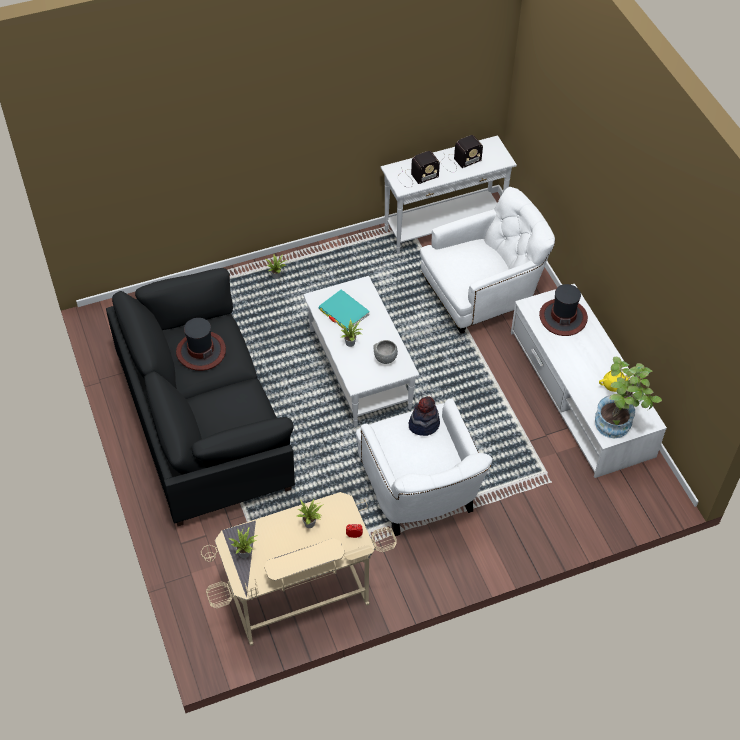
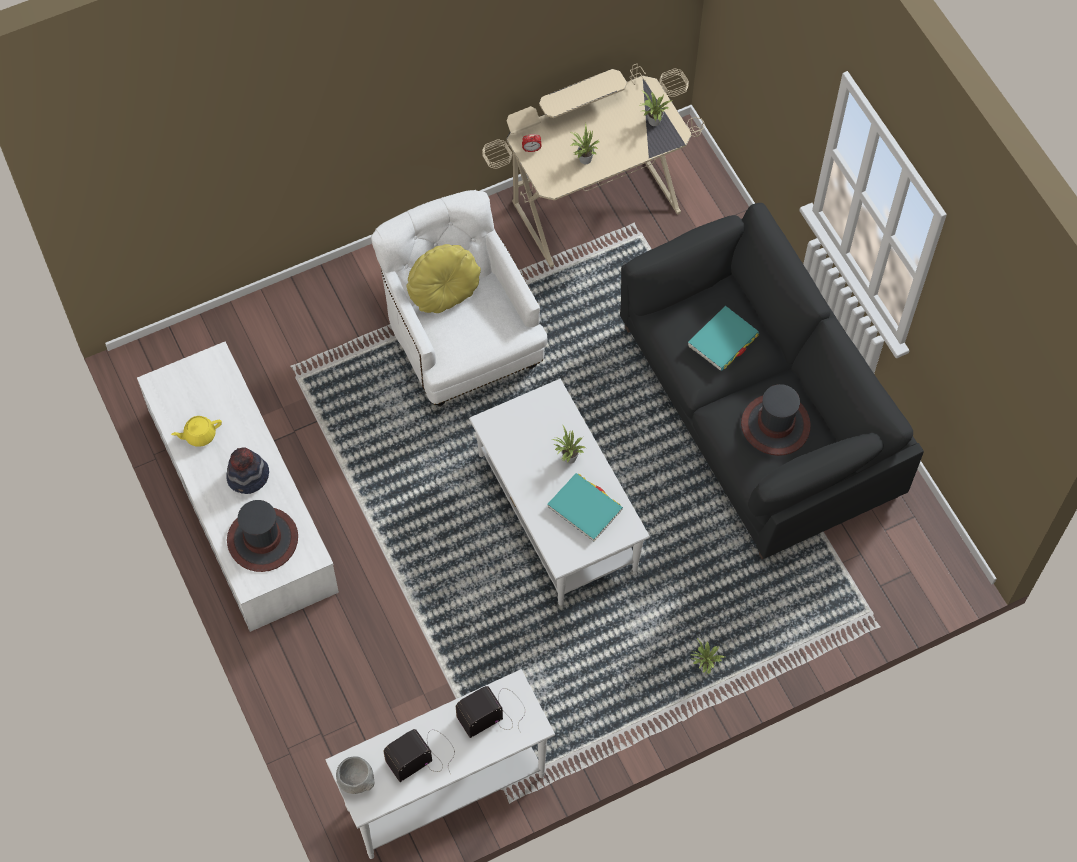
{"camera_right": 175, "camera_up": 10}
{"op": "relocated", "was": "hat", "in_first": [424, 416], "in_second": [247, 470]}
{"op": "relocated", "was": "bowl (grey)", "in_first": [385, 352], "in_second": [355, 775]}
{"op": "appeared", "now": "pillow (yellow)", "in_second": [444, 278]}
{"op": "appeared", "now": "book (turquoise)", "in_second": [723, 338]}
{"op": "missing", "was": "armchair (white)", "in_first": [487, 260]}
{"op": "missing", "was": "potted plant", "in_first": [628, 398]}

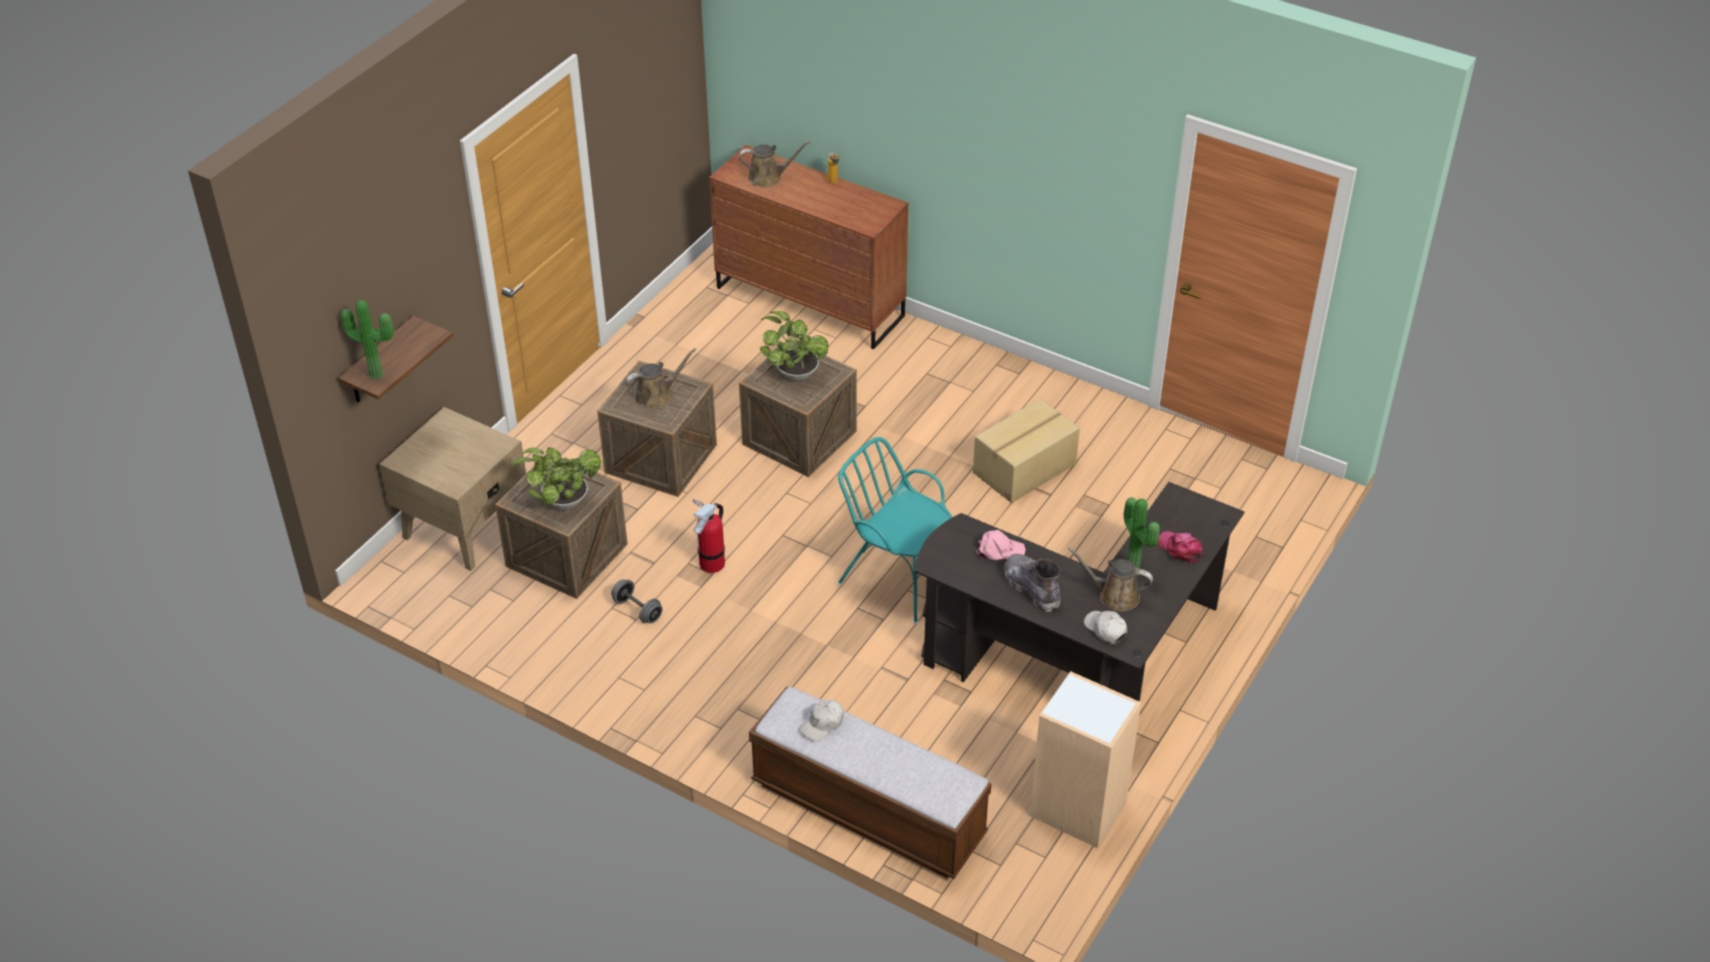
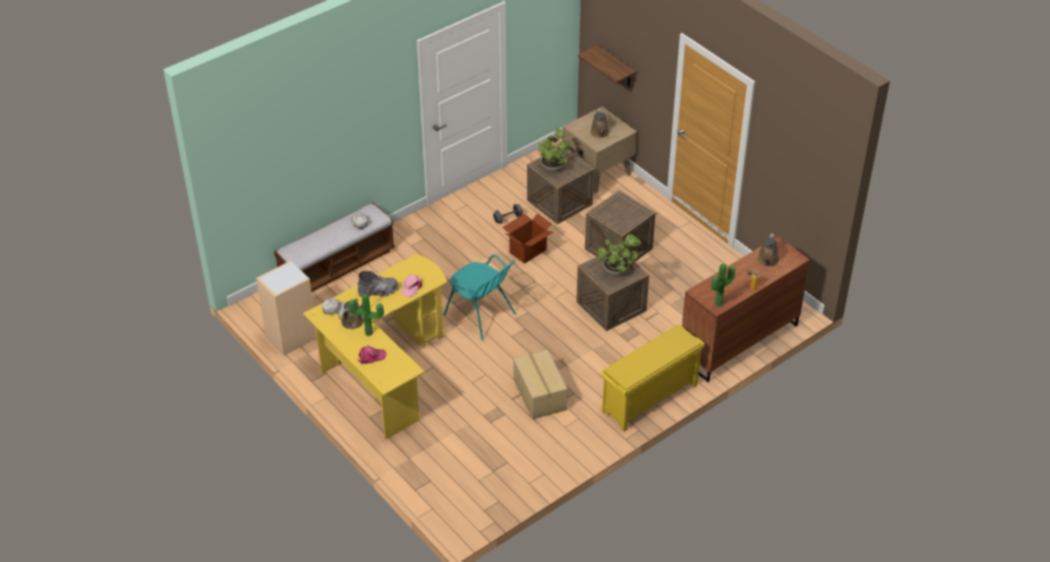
{"camera_right": 110, "camera_up": 0}
{"op": "colour", "was": "desk (black)", "now": "desk (yellow)", "in_first": [1080, 592], "in_second": [375, 347]}
{"op": "spun", "was": "chair (turquoise)", "in_first": [894, 530], "in_second": [480, 298], "clockwise": 75}
{"op": "exchanged", "was": "fire extinguisher", "now": "cardboard box", "in_first": [709, 536], "in_second": [527, 238]}
{"op": "relocated", "was": "watering can (brown)", "in_first": [660, 378], "in_second": [600, 123]}
{"op": "appeared", "now": "shoe rack (yellow)", "in_second": [652, 378]}
{"op": "relocated", "was": "potted plant", "in_first": [367, 340], "in_second": [723, 285]}

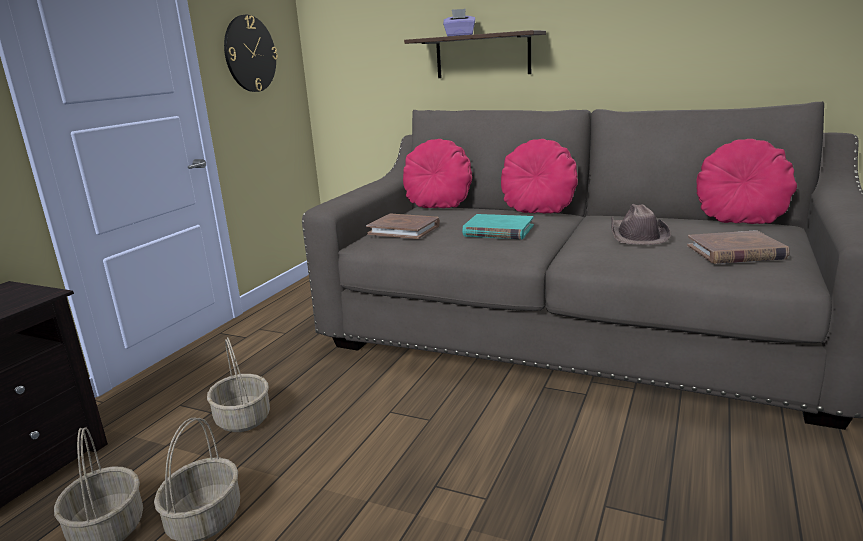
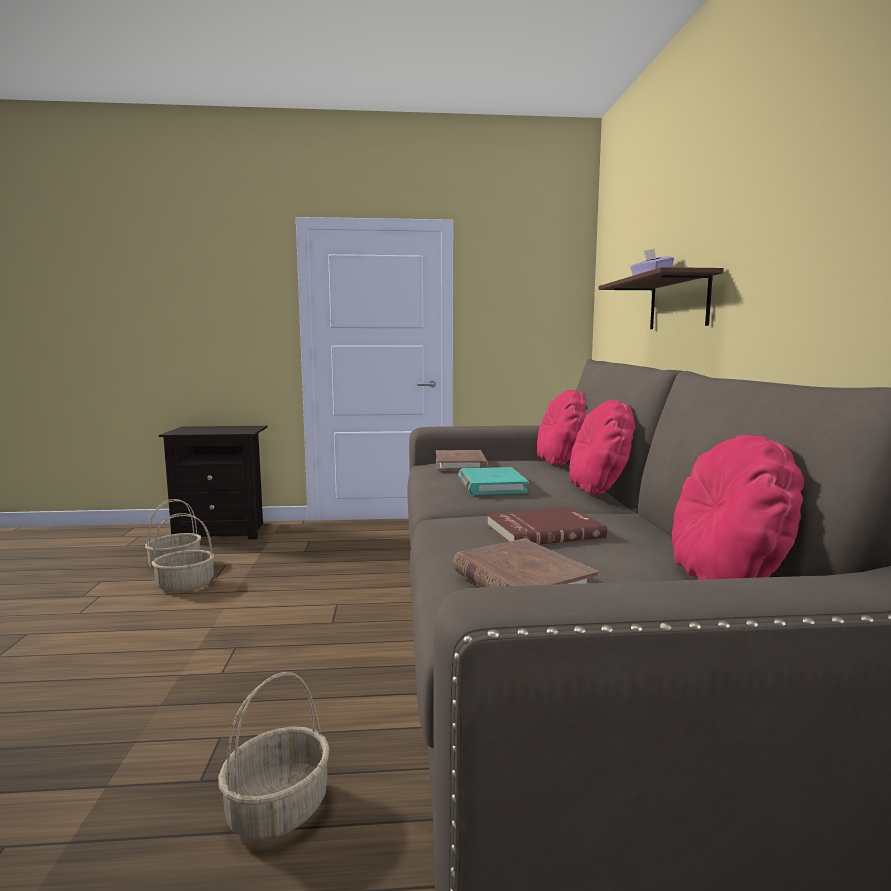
{"camera_right": 60, "camera_up": -10}
{"op": "relocated", "was": "basket", "in_first": [238, 384], "in_second": [274, 756]}
{"op": "exchanged", "was": "hat (brown)", "now": "book (red)", "in_first": [641, 224], "in_second": [547, 526]}
{"op": "missing", "was": "wall clock", "in_first": [251, 53]}

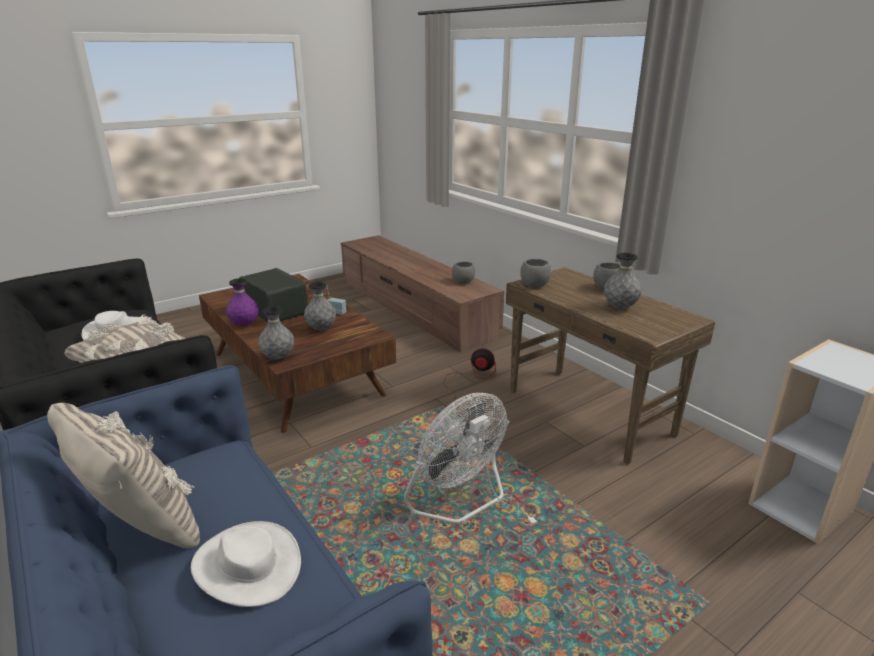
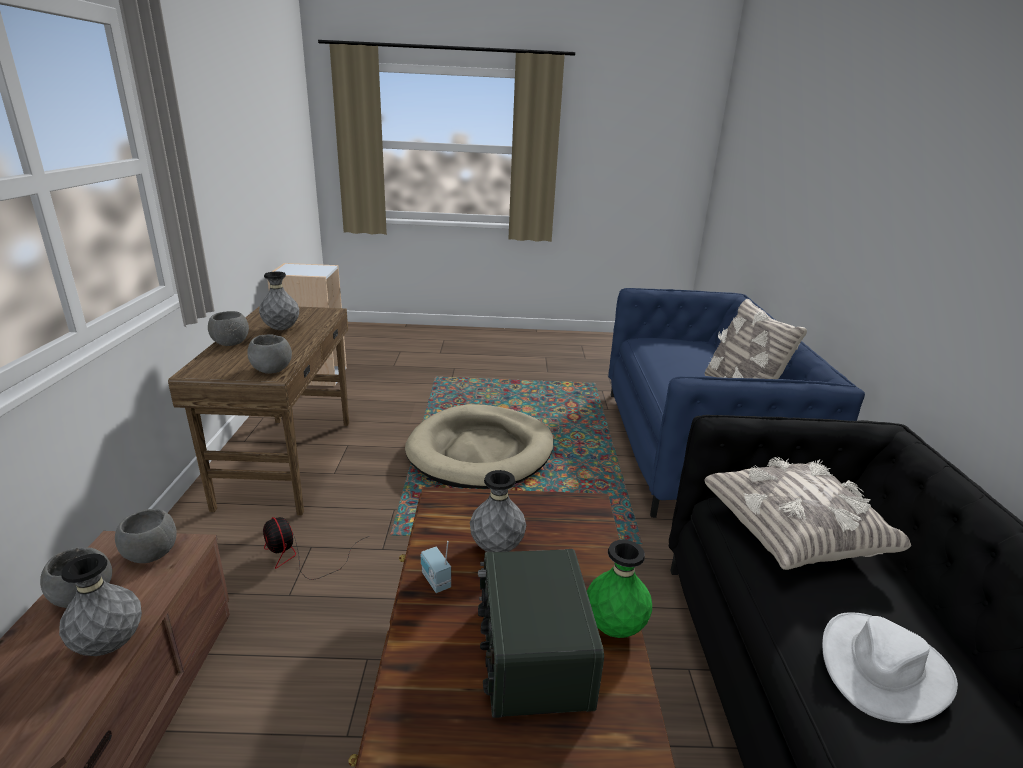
{"camera_right": -145, "camera_up": 0}
{"op": "relocated", "was": "vase (grey)", "in_first": [276, 333], "in_second": [100, 605]}
{"op": "appeared", "now": "bowl (grey)", "in_second": [146, 536]}
{"op": "exchanged", "was": "fan (white)", "now": "dog bed (beige)", "in_first": [470, 459], "in_second": [479, 446]}
{"op": "colour", "was": "vase (purple)", "now": "vase (green)", "in_first": [242, 302], "in_second": [619, 589]}
{"op": "missing", "was": "hat (white)", "in_first": [246, 564]}

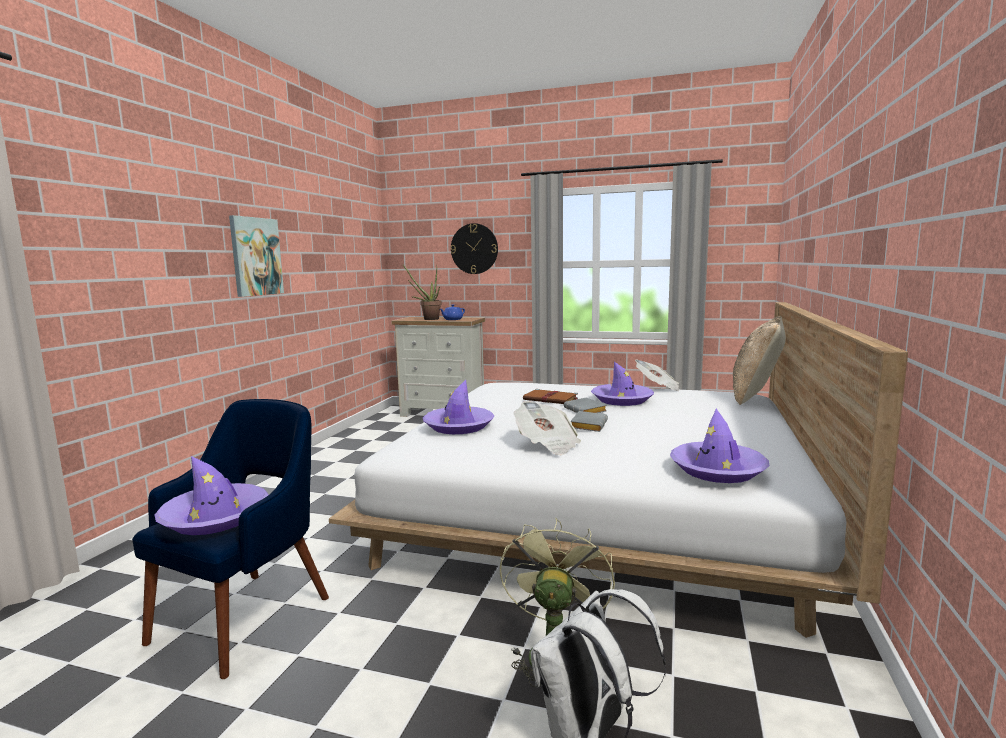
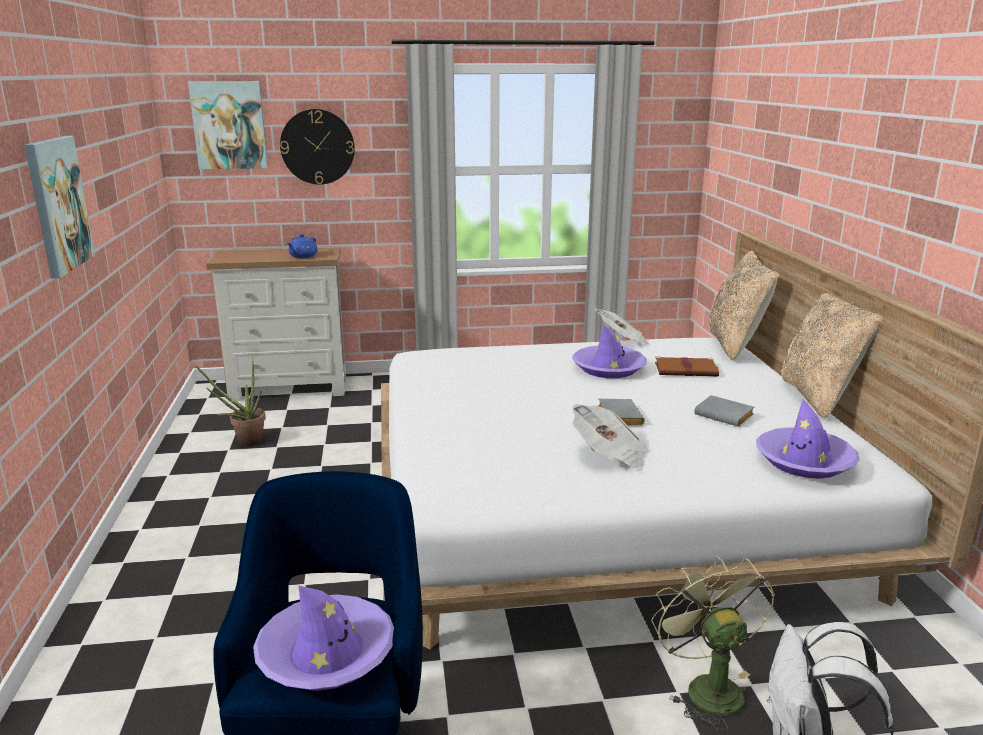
{"camera_right": -25, "camera_up": 10}
{"op": "appeared", "now": "picture", "in_second": [228, 125]}
{"op": "relocated", "was": "potted plant", "in_first": [422, 292], "in_second": [231, 402]}
{"op": "relocated", "was": "book (brown)", "in_first": [550, 396], "in_second": [687, 366]}
{"op": "relocated", "was": "book (grey)", "in_first": [585, 405], "in_second": [724, 411]}
{"op": "appeared", "now": "pillow (beige)", "in_second": [832, 355]}
{"op": "missing", "was": "hat (purple)", "in_first": [458, 407]}

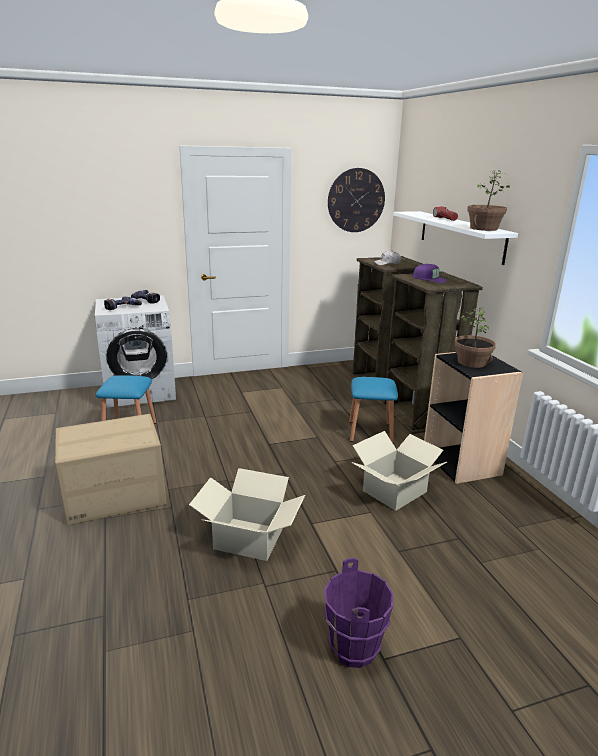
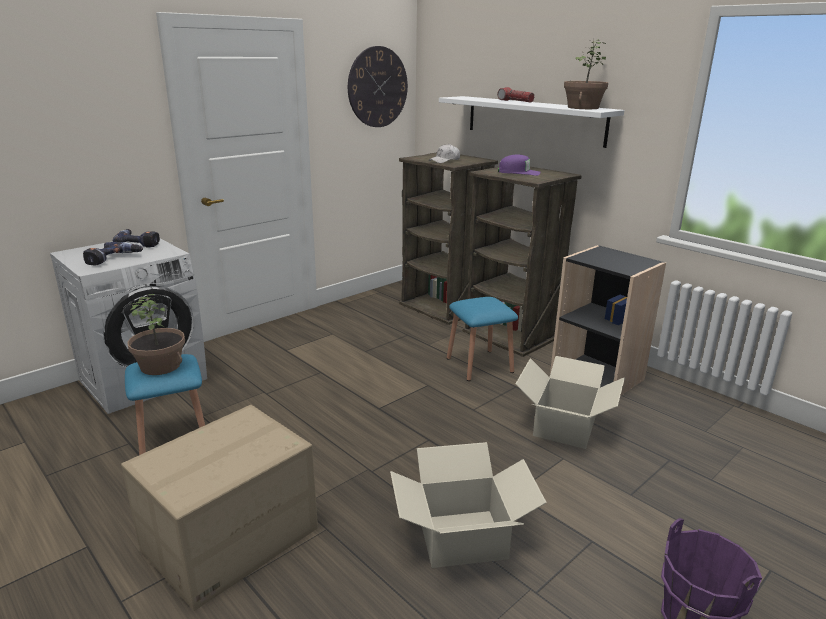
{"camera_right": -25, "camera_up": 0}
{"op": "relocated", "was": "potted plant", "in_first": [475, 337], "in_second": [156, 334]}

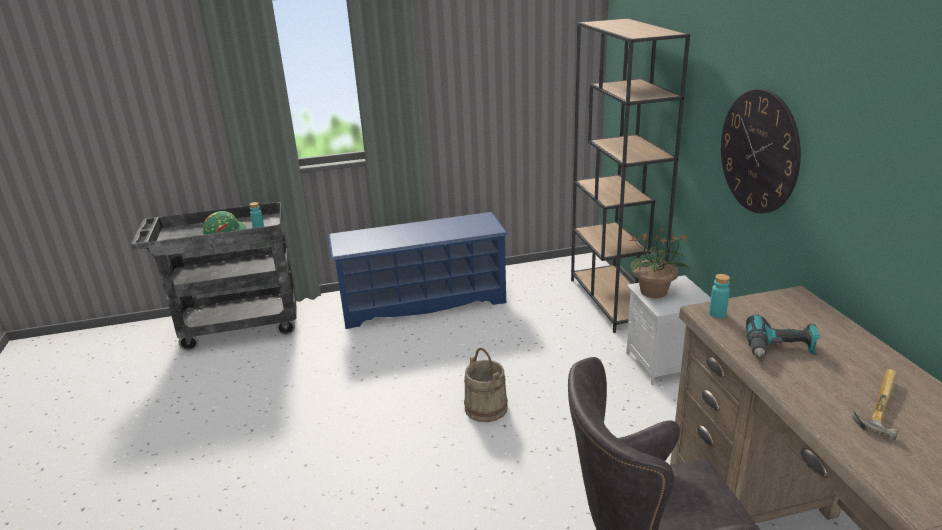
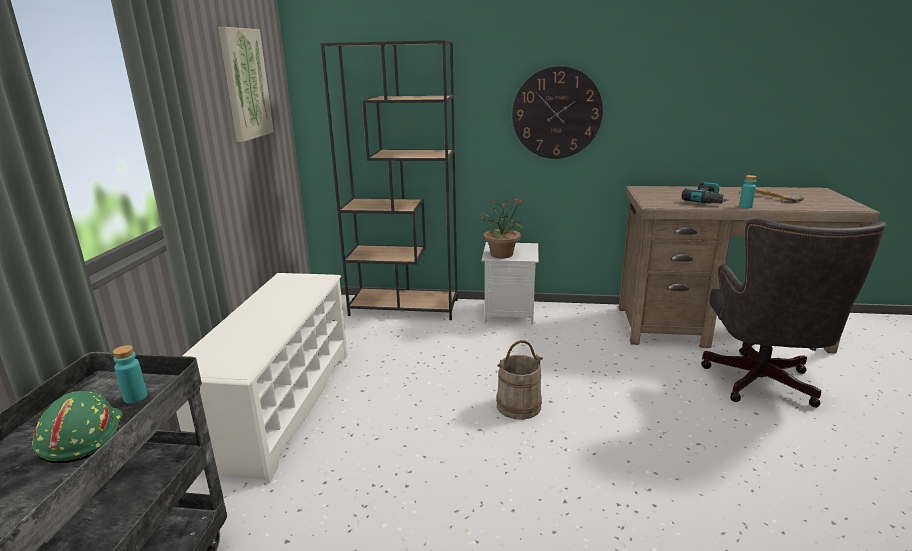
{"camera_right": -70, "camera_up": -5}
{"op": "colour", "was": "shoe rack (blue)", "now": "shoe rack (white)", "in_first": [418, 270], "in_second": [261, 378]}
{"op": "appeared", "now": "picture", "in_second": [246, 84]}
{"op": "relocated", "was": "bottle (turquoise)", "in_first": [719, 296], "in_second": [748, 191]}

